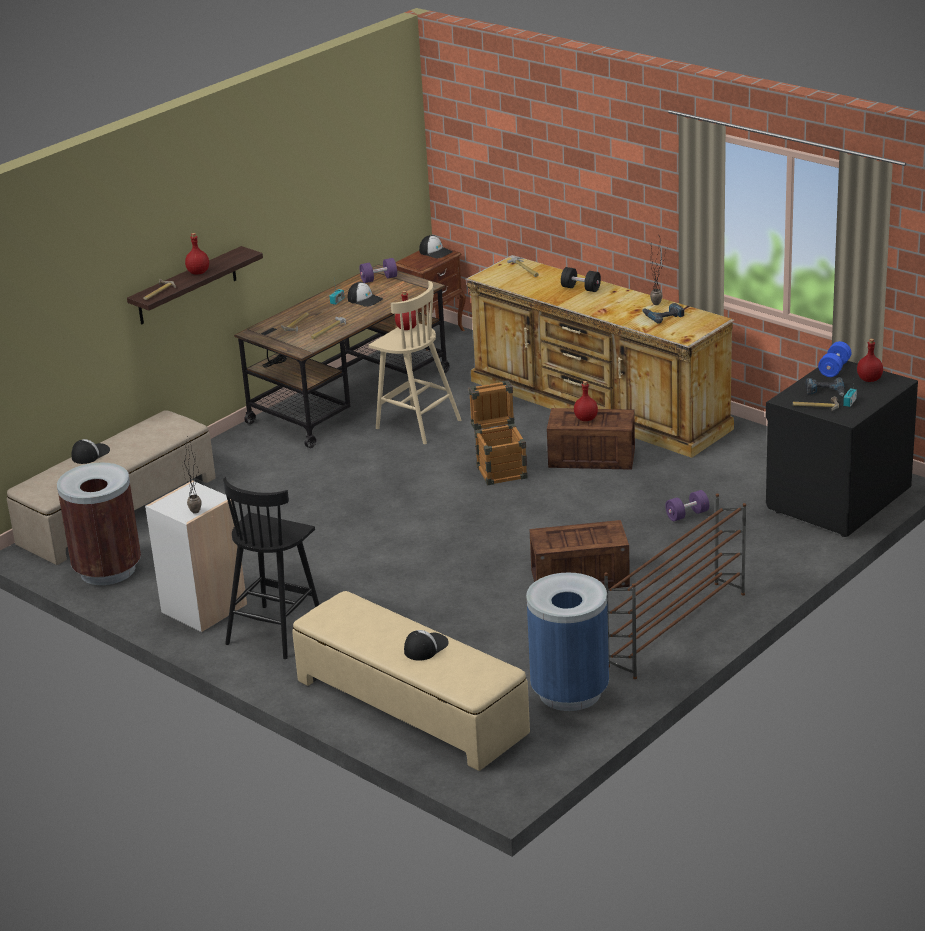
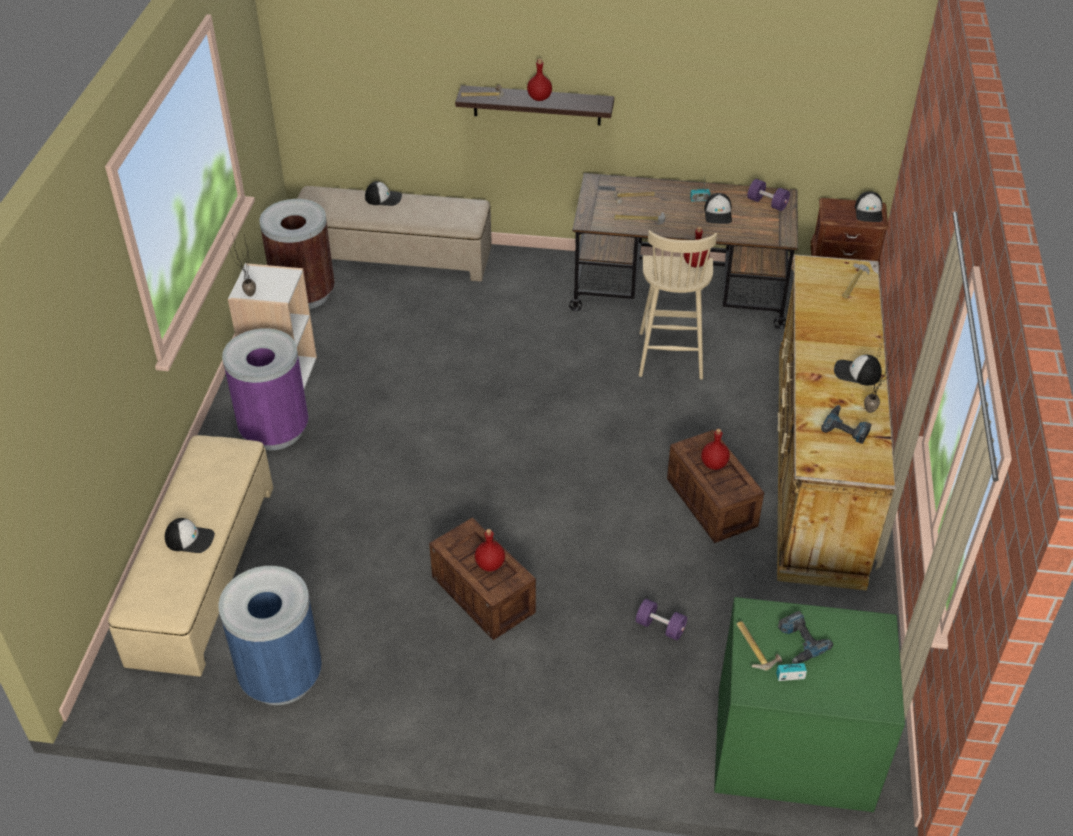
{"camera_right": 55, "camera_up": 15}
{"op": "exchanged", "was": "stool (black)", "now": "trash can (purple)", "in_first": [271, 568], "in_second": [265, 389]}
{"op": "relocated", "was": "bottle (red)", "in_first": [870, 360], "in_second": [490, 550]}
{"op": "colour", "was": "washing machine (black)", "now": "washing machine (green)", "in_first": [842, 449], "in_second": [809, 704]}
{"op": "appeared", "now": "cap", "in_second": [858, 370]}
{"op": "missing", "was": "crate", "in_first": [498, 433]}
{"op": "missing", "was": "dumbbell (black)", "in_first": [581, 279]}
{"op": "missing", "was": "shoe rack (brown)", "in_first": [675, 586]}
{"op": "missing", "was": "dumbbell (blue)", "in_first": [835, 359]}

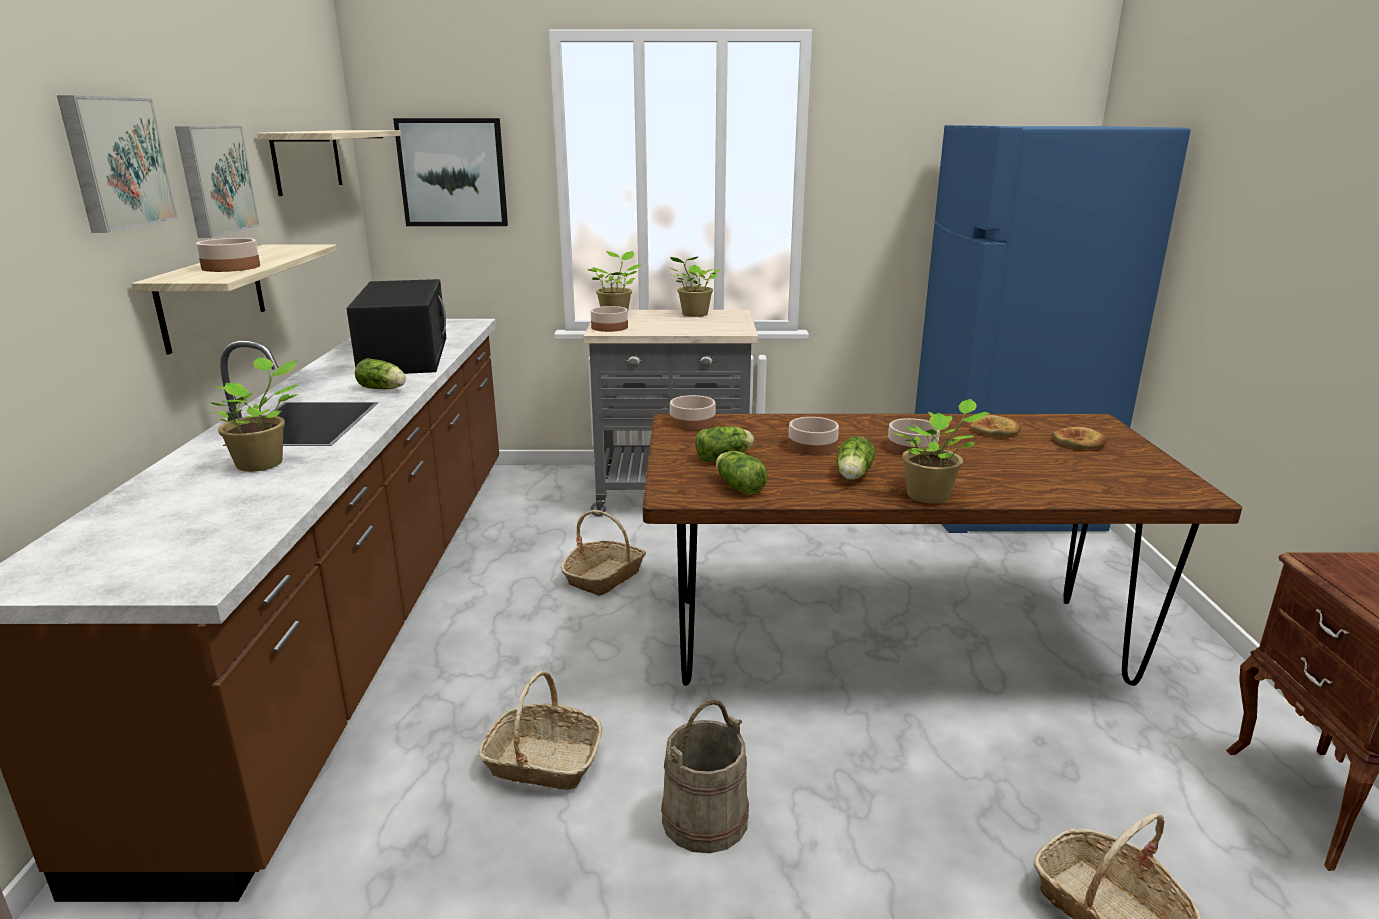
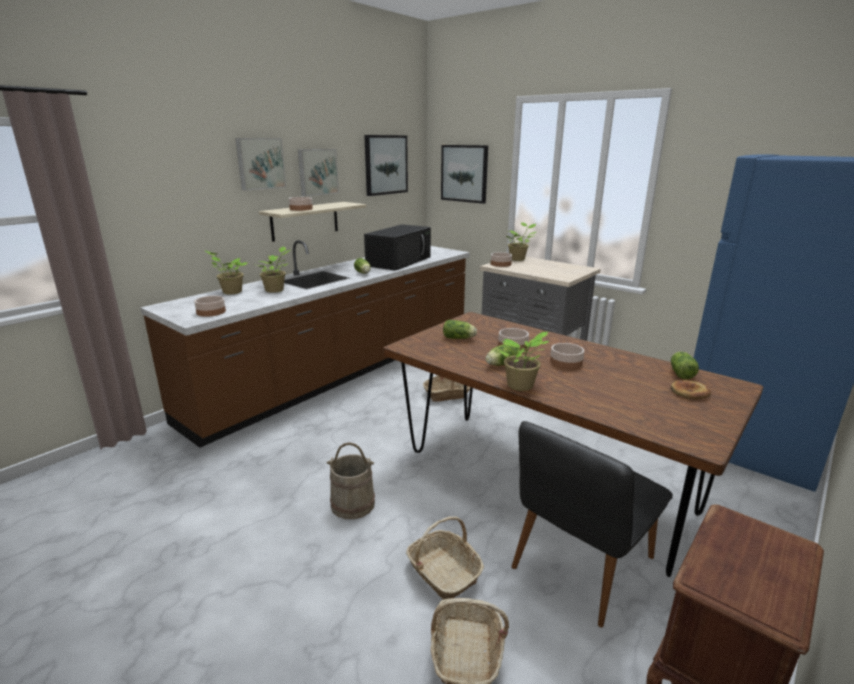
{"camera_right": 40, "camera_up": 0}
{"op": "relocated", "was": "bowl", "in_first": [692, 412], "in_second": [210, 306]}
{"op": "relocated", "was": "potted plant", "in_first": [694, 287], "in_second": [226, 272]}
{"op": "exchanged", "was": "shelf", "now": "picture", "in_first": [329, 163], "in_second": [386, 165]}
{"op": "relocated", "was": "basket", "in_first": [540, 730], "in_second": [445, 558]}
{"op": "appeared", "now": "chair (black)", "in_second": [592, 524]}
{"op": "relocated", "was": "lettuce", "in_first": [742, 473], "in_second": [685, 365]}
{"op": "missing", "was": "bread", "in_first": [995, 426]}

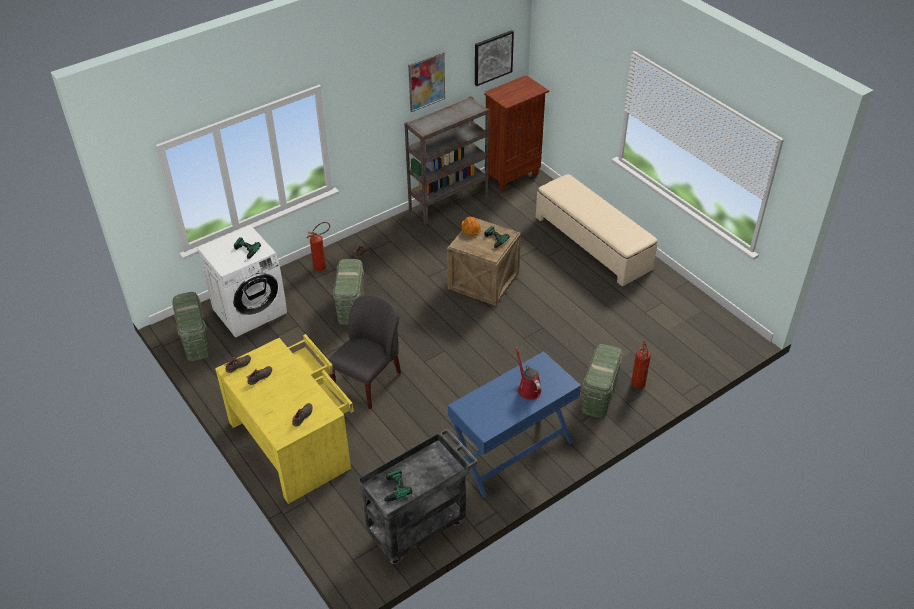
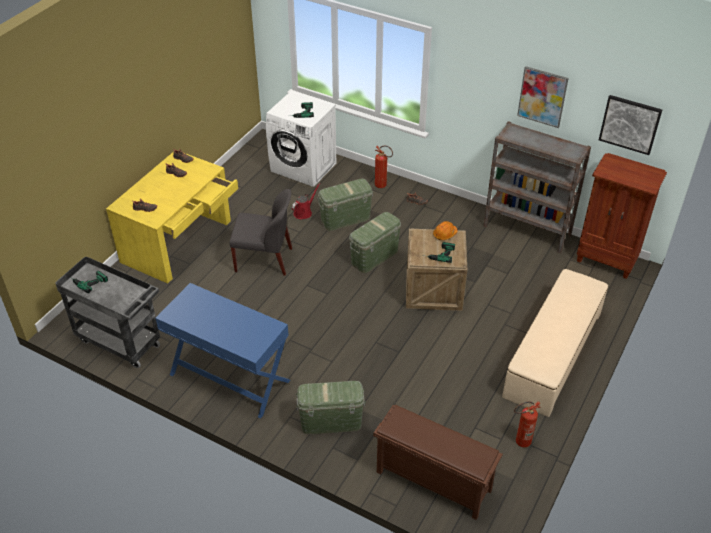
{"camera_right": 65, "camera_up": 0}
{"op": "relocated", "was": "watering can (red)", "in_first": [528, 373], "in_second": [306, 201]}
{"op": "relocated", "was": "storage box (green)", "in_first": [191, 326], "in_second": [375, 242]}
{"op": "appeared", "now": "shoe rack (brown)", "in_second": [438, 462]}
{"op": "relocated", "was": "fire extinguisher", "in_first": [641, 364], "in_second": [527, 424]}

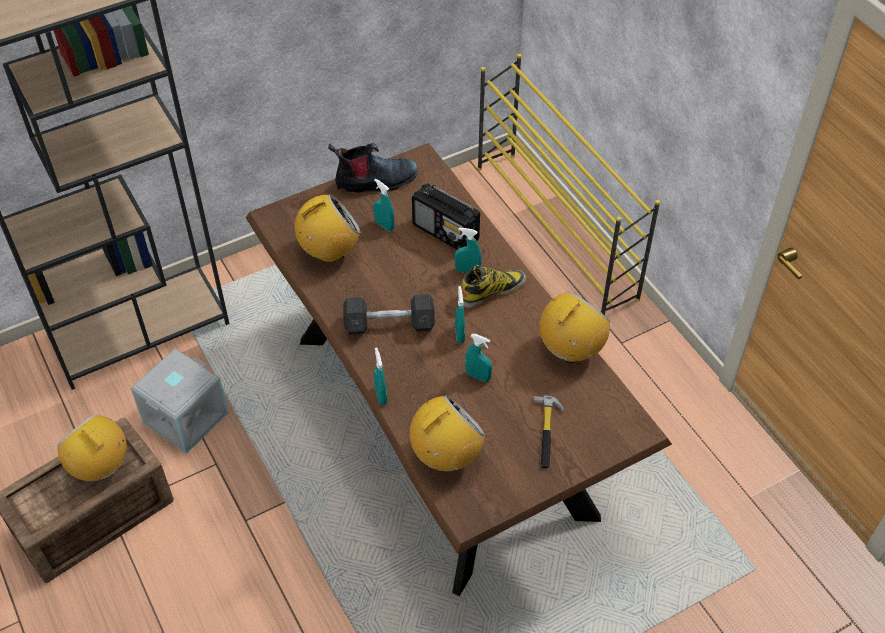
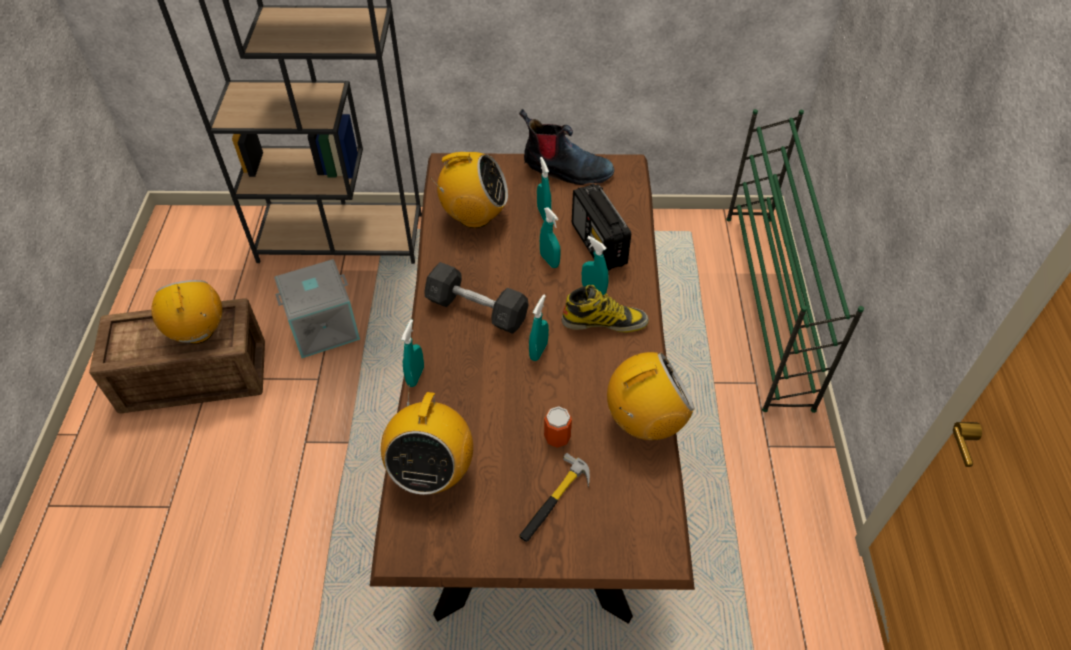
{"camera_right": 30, "camera_up": 0}
{"op": "spun", "was": "radio", "in_first": [447, 433], "in_second": [427, 443], "clockwise": 105}
{"op": "relocated", "was": "spray bottle (turquoise)", "in_first": [478, 358], "in_second": [550, 237]}
{"op": "appeared", "now": "can", "in_second": [558, 427]}
{"op": "colour", "was": "shoe rack (yellow)", "now": "shoe rack (green)", "in_first": [569, 184], "in_second": [795, 261]}

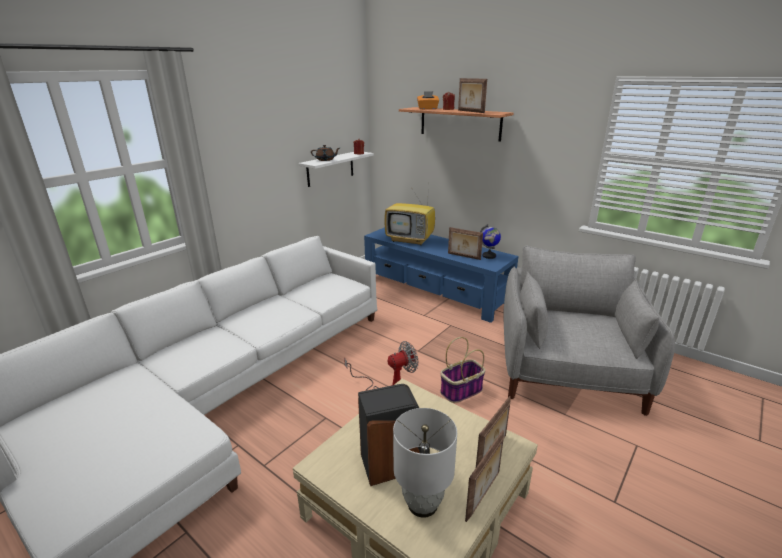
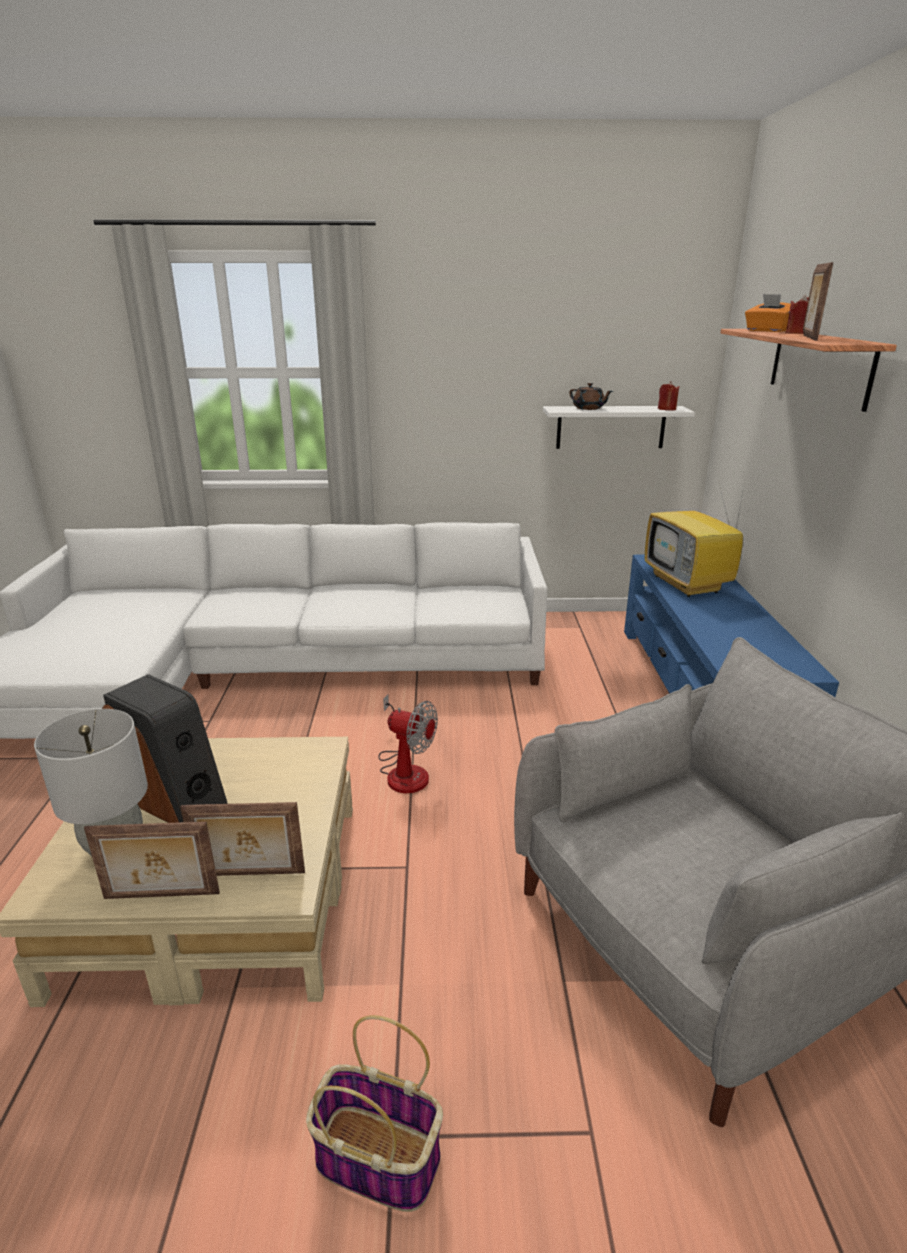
{"camera_right": 50, "camera_up": 0}
{"op": "relocated", "was": "basket", "in_first": [463, 370], "in_second": [374, 1113]}
{"op": "missing", "was": "picture frame", "in_first": [465, 243]}
{"op": "missing", "was": "globe", "in_first": [490, 241]}

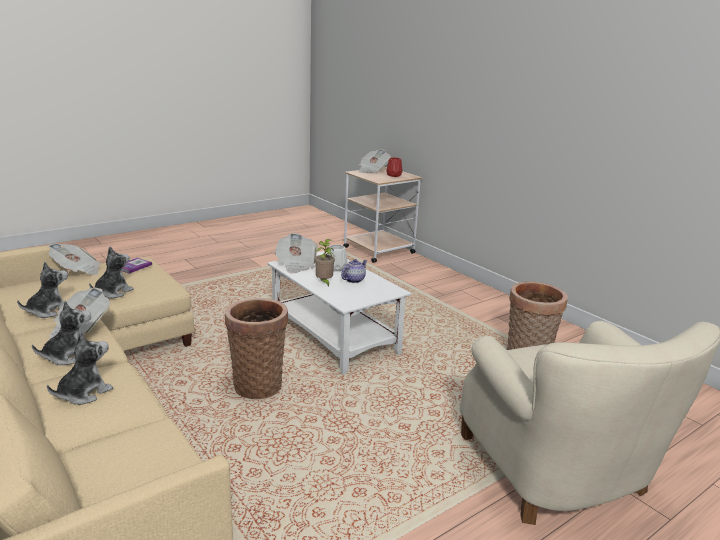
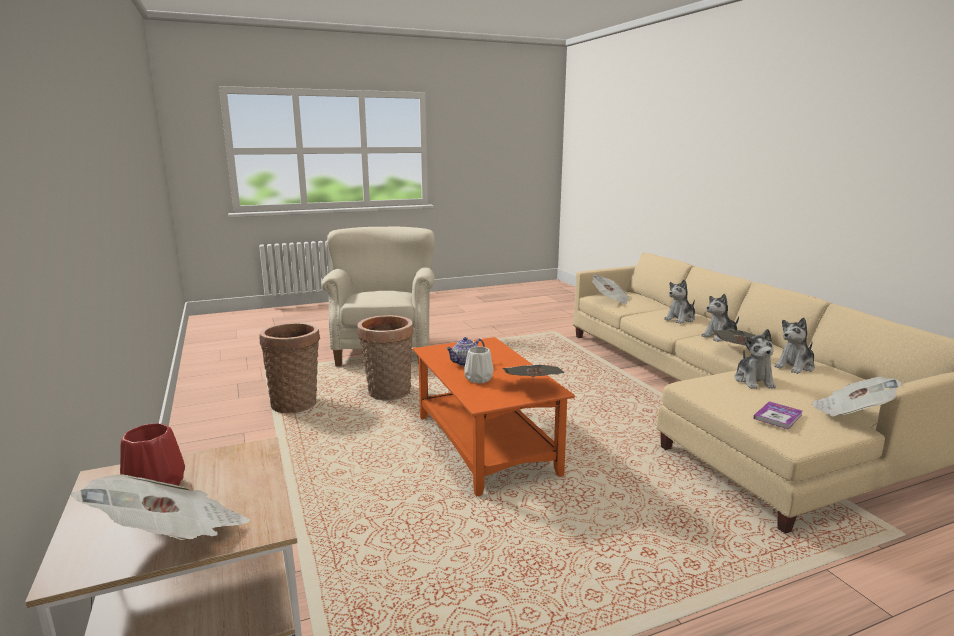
{"camera_right": -165, "camera_up": -5}
{"op": "relocated", "was": "basket", "in_first": [256, 348], "in_second": [385, 357]}
{"op": "colour", "was": "coffee table (white)", "now": "coffee table (orange)", "in_first": [339, 313], "in_second": [494, 417]}
{"op": "appeared", "now": "newspaper", "in_second": [611, 289]}
{"op": "spun", "was": "plush toy", "in_first": [111, 273], "in_second": [755, 359], "clockwise": -45}
{"op": "missing", "was": "potted plant", "in_first": [325, 262]}

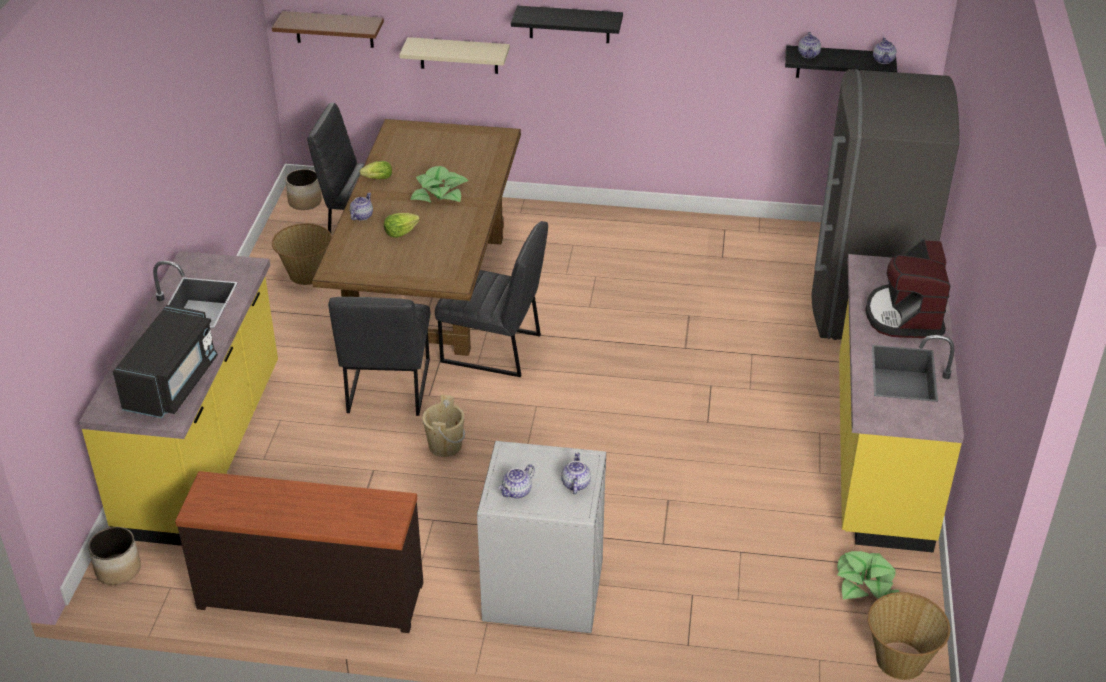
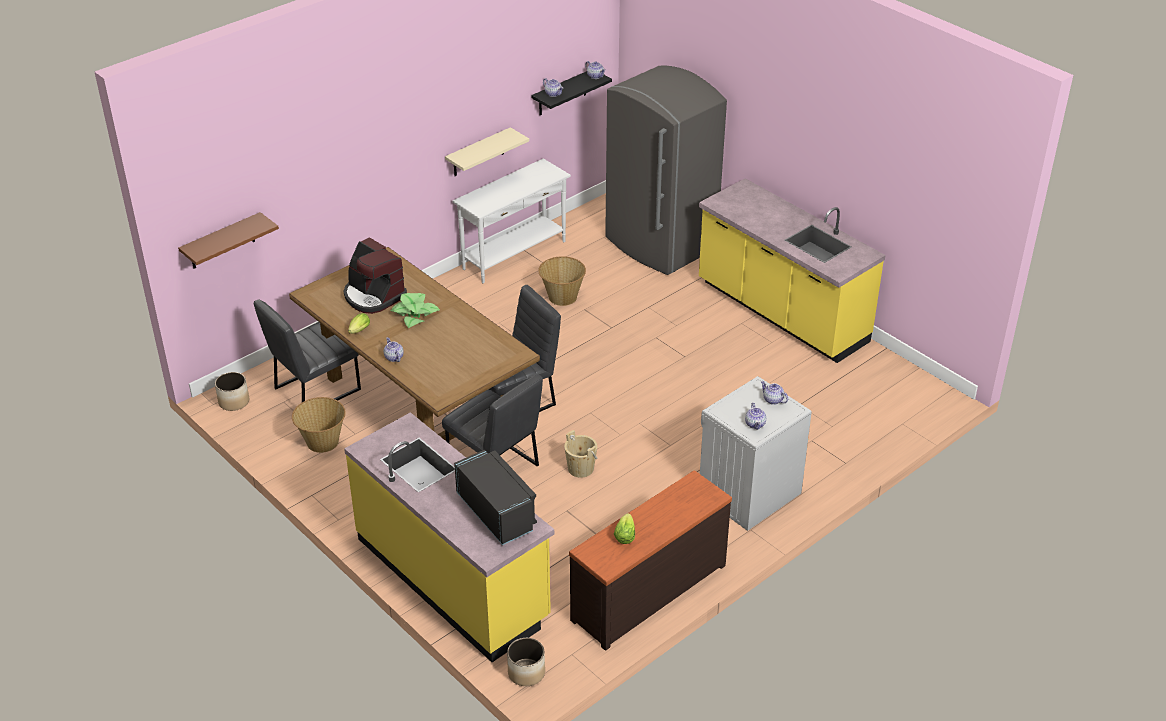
{"camera_right": -50, "camera_up": 0}
{"op": "relocated", "was": "coffee machine", "in_first": [908, 288], "in_second": [375, 275]}
{"op": "relocated", "was": "shelf (beige)", "in_first": [454, 55], "in_second": [487, 151]}
{"op": "appeared", "now": "console table (white)", "in_second": [511, 221]}
{"op": "relocated", "was": "basket", "in_first": [909, 636], "in_second": [562, 281]}
{"op": "relocated", "was": "lettuce", "in_first": [402, 225], "in_second": [624, 528]}
{"op": "missing", "was": "shelf (black)", "in_first": [567, 24]}
{"op": "missing", "was": "potted plant", "in_first": [868, 575]}

